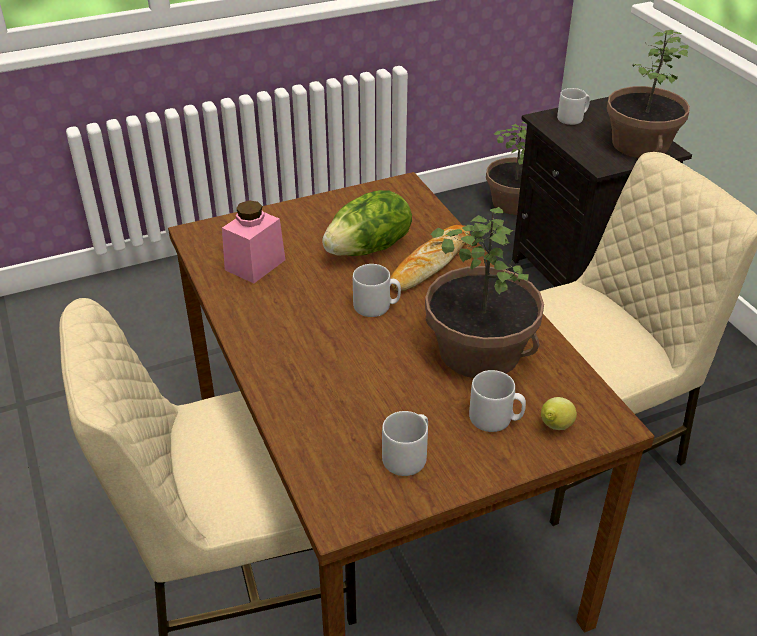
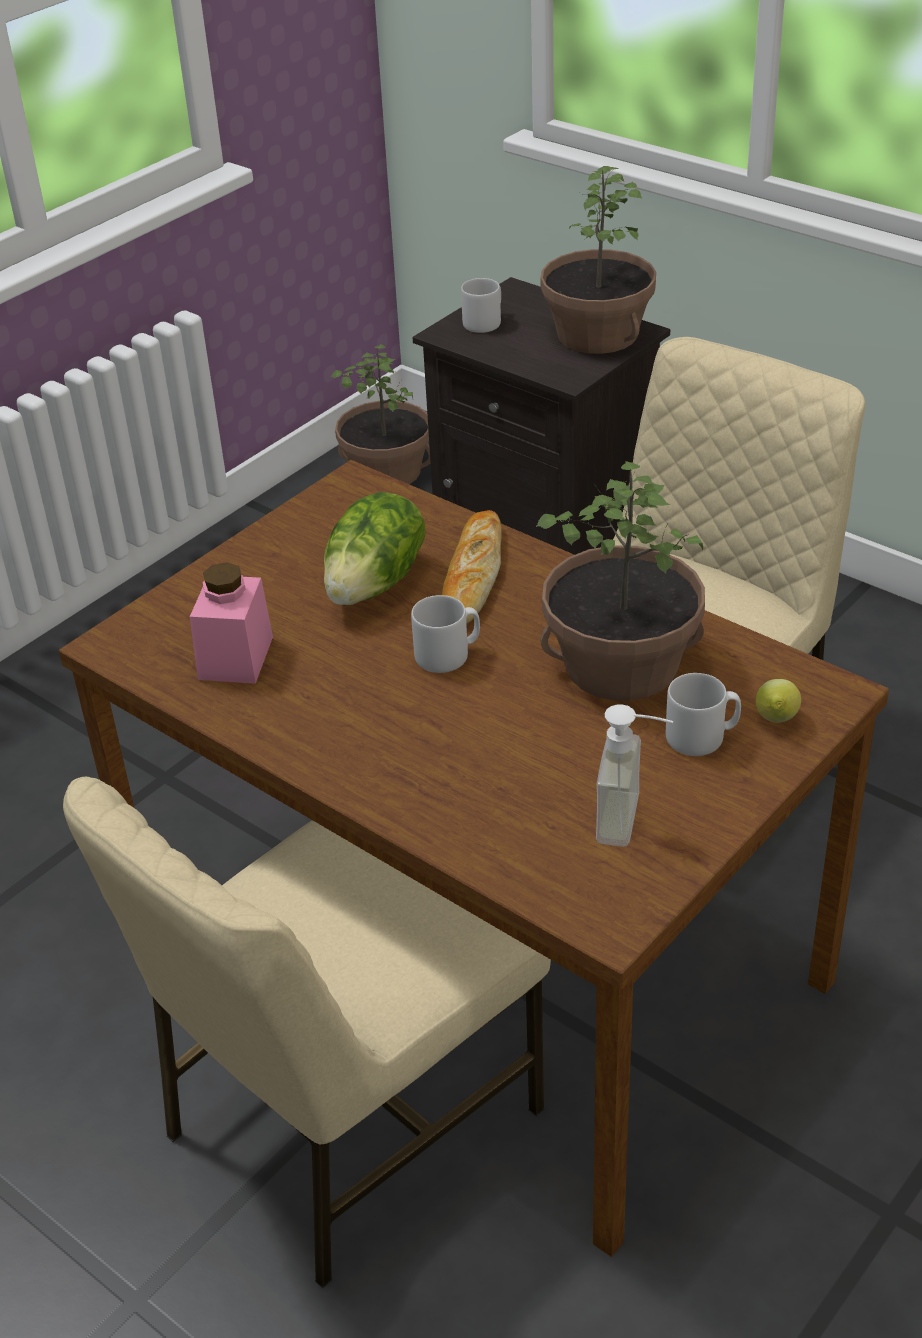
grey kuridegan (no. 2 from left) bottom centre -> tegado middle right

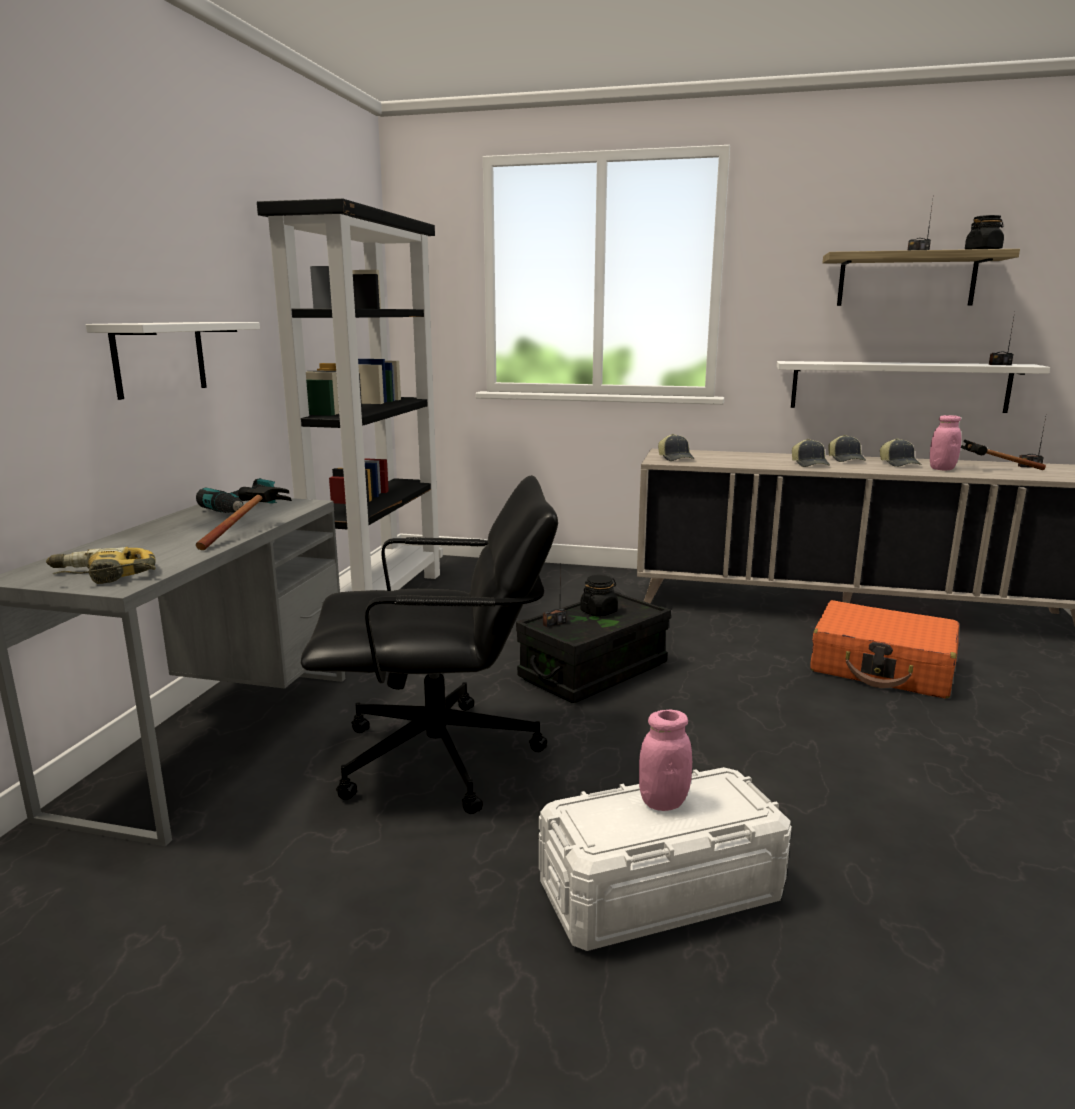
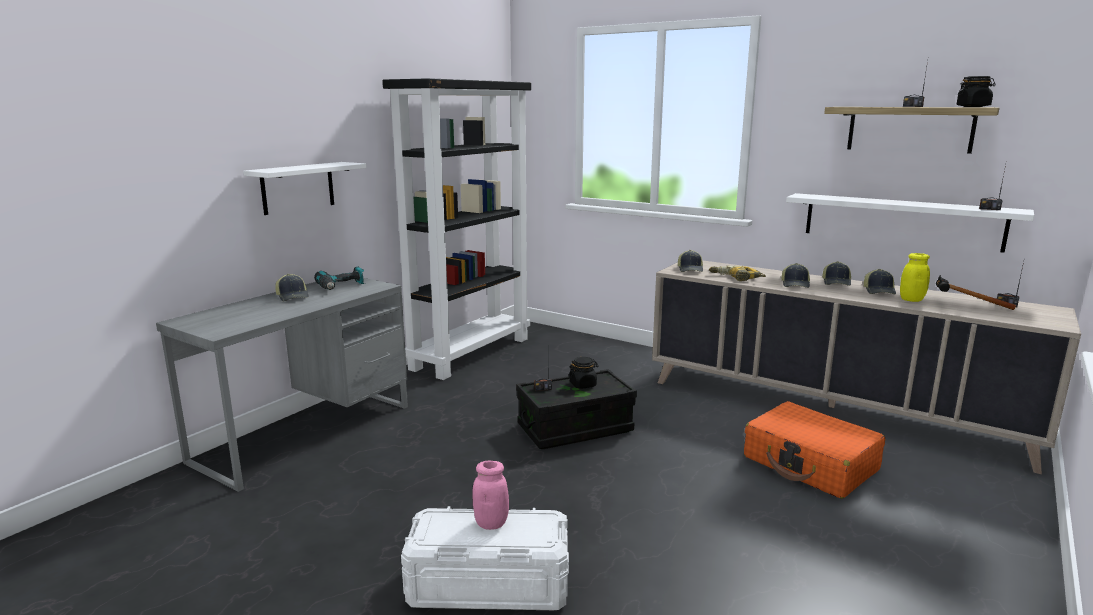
none -> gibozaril (no. 1 from left) middle left
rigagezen (no. 1 from left in the first image) middle left -> rigagezen (no. 2 from left) middle right, relocated
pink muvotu (no. 2 from left) middle right -> yellow muvotu middle right
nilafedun (no. 1 from left) middle left -> none
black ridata centre -> none

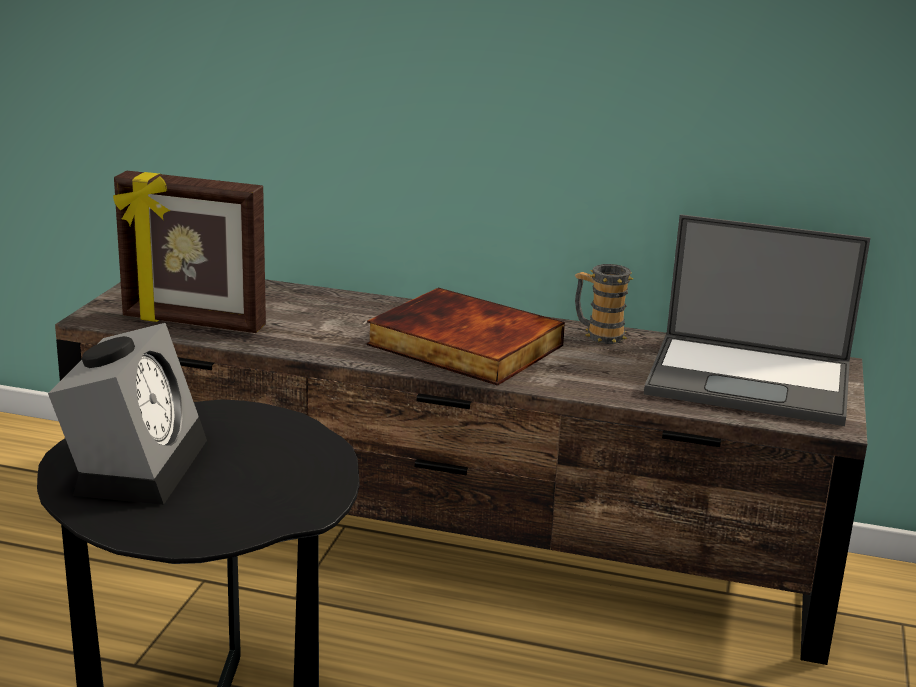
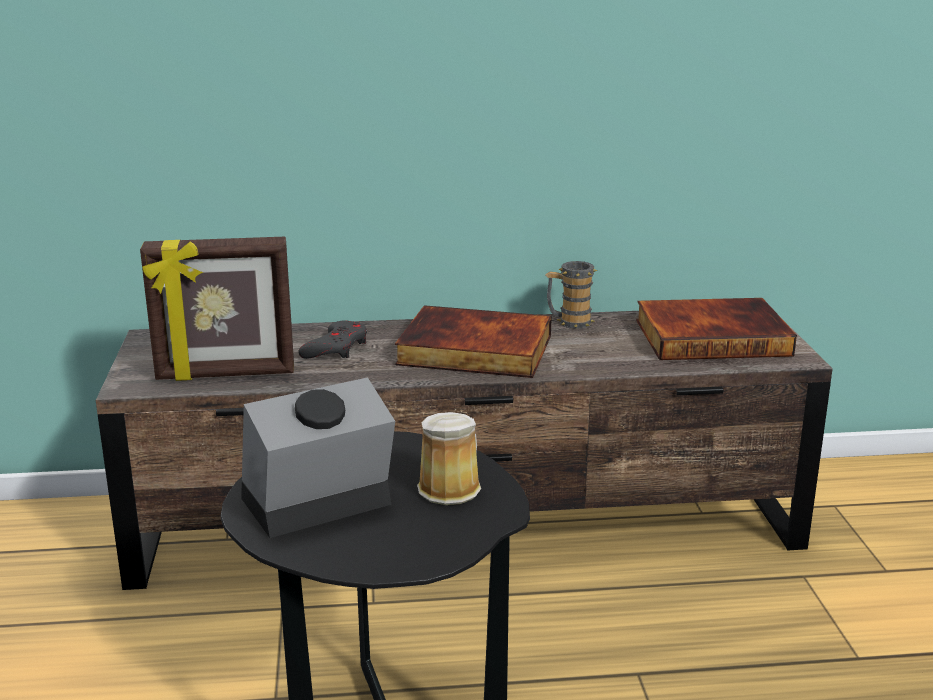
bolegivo middle left -> bolegivo centre, 105 degrees counterclockwise
none -> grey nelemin centre
none -> kuridegan (no. 1 from left) centre
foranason middle right -> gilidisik (no. 2 from left) middle right

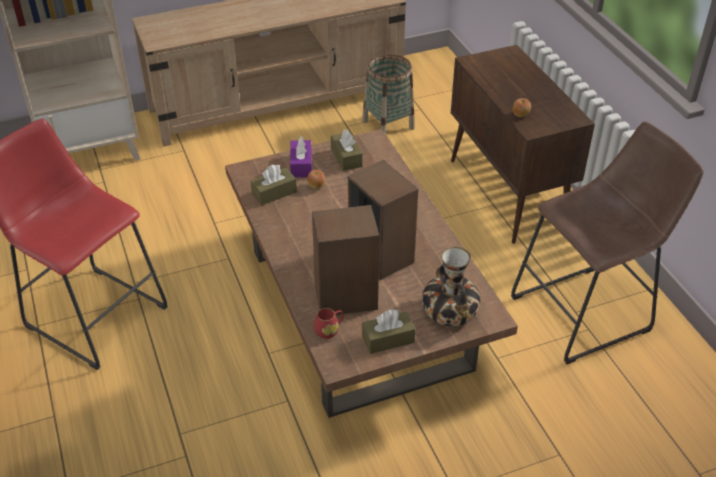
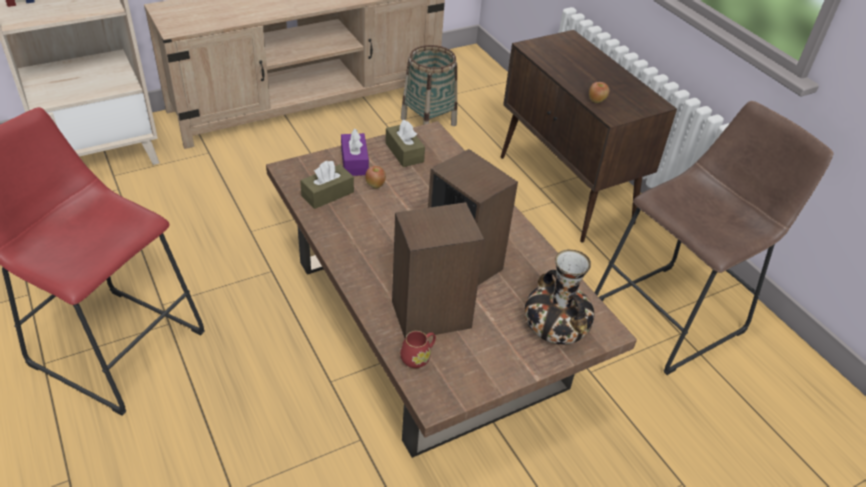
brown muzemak (no. 3 from left) bottom centre -> none

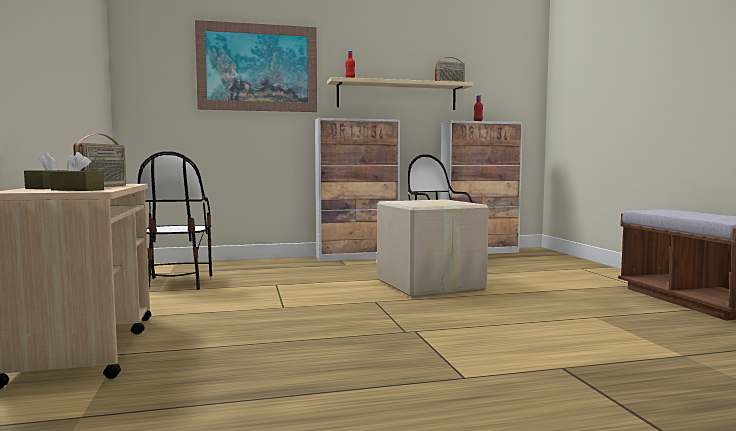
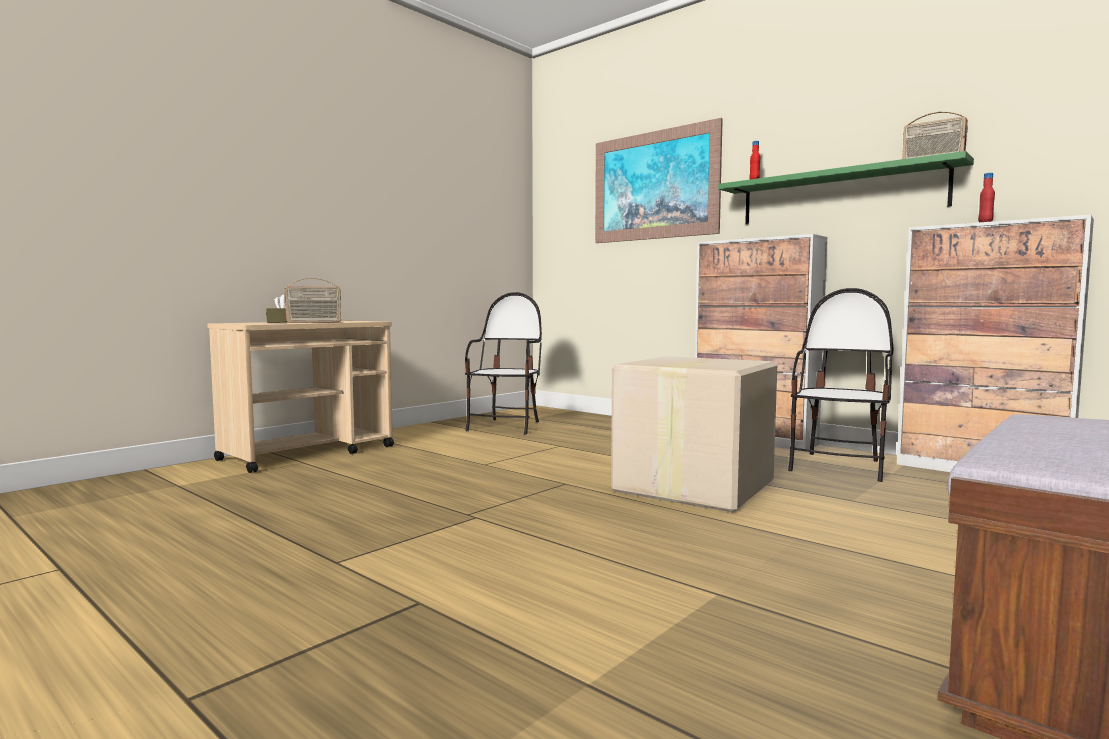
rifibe (no. 1 from left) middle left -> rifibe (no. 1 from left) centre, 150 degrees clockwise
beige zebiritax top centre -> green zebiritax top right
brown muzemak (no. 2 from left) middle left -> none

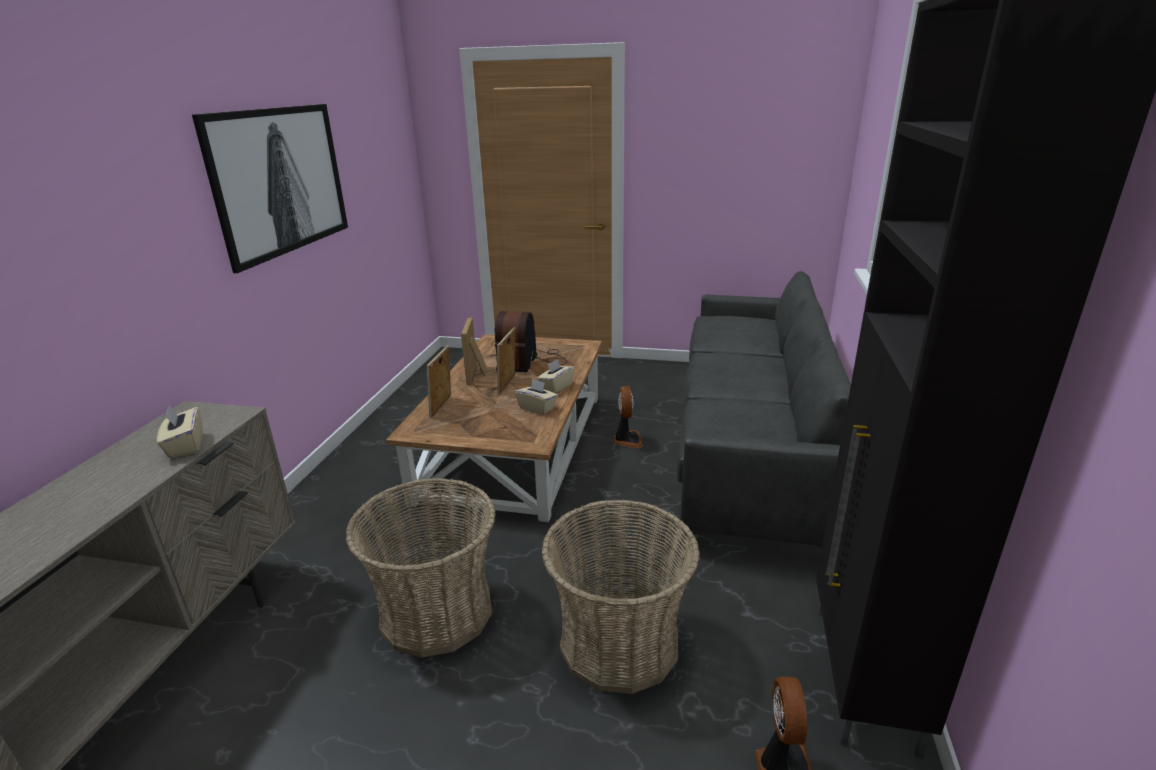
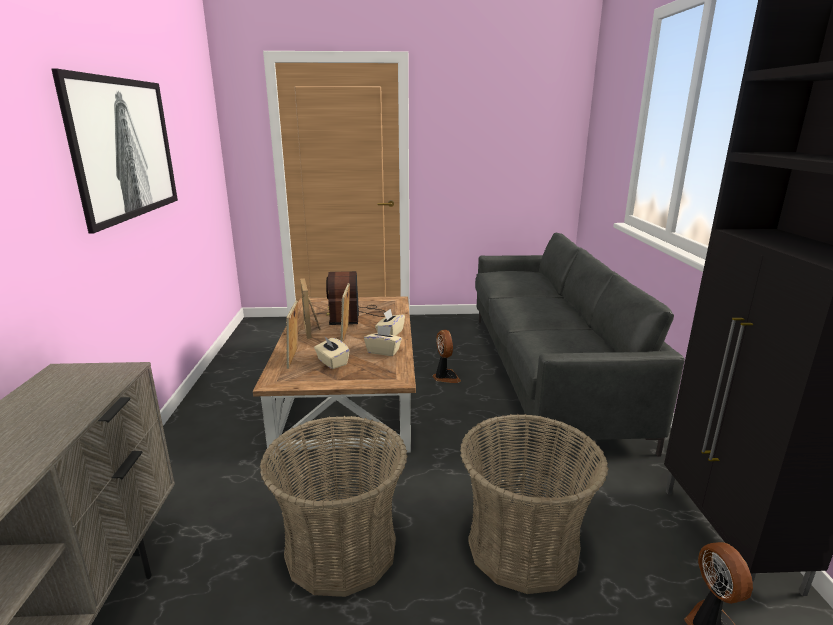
beige muzemak (no. 1 from left) middle left -> beige muzemak (no. 1 from left) centre, relocated

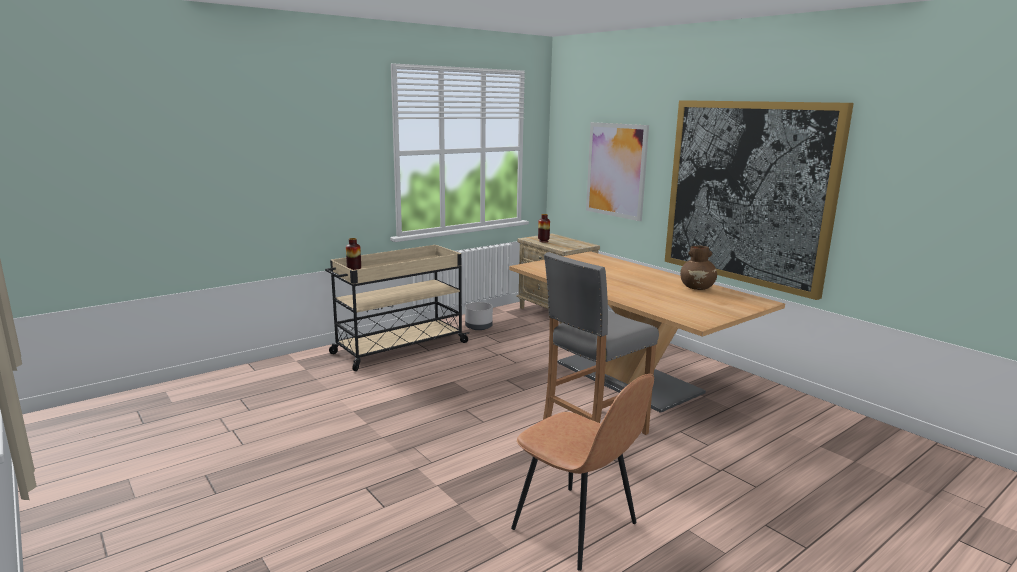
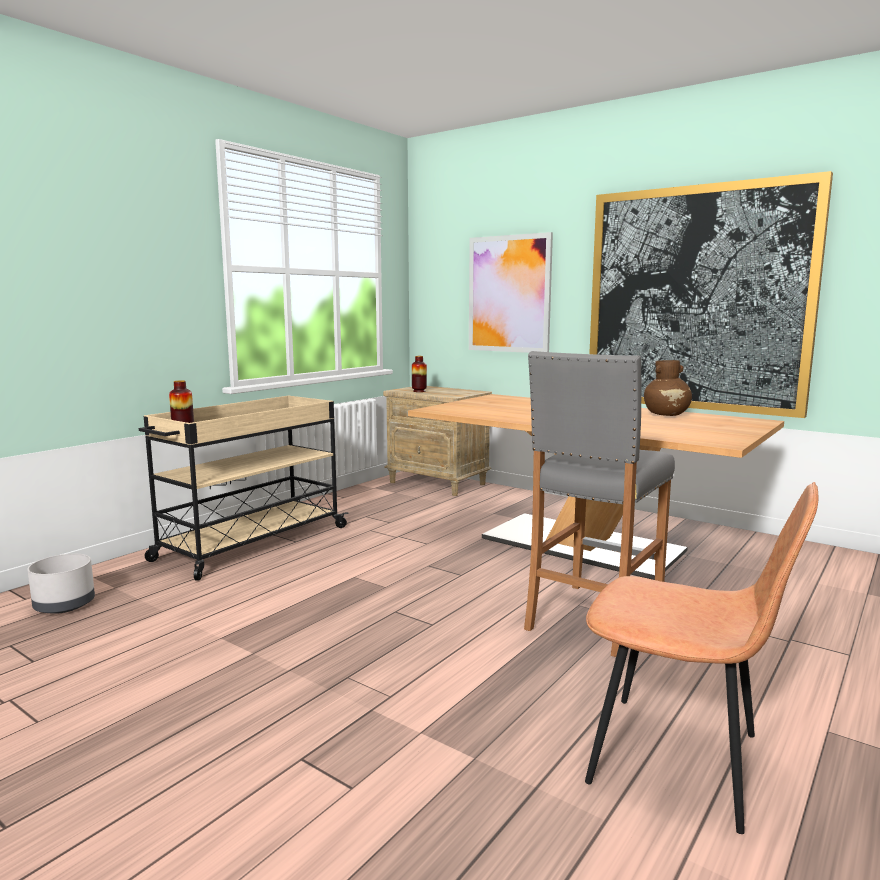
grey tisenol centre -> grey tisenol middle left, relocated

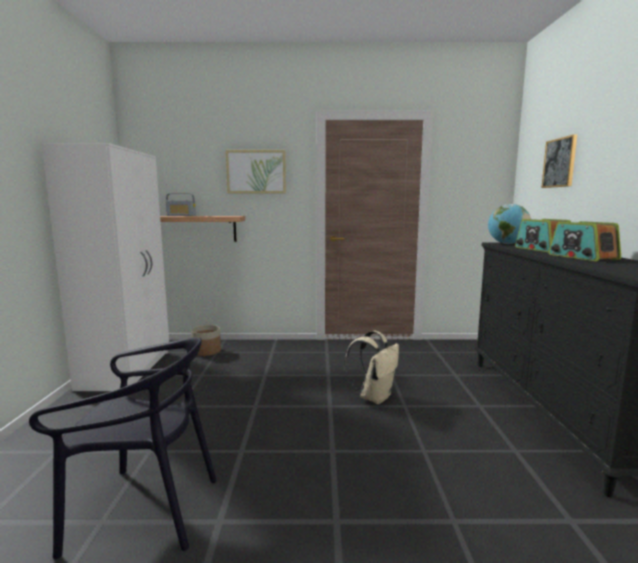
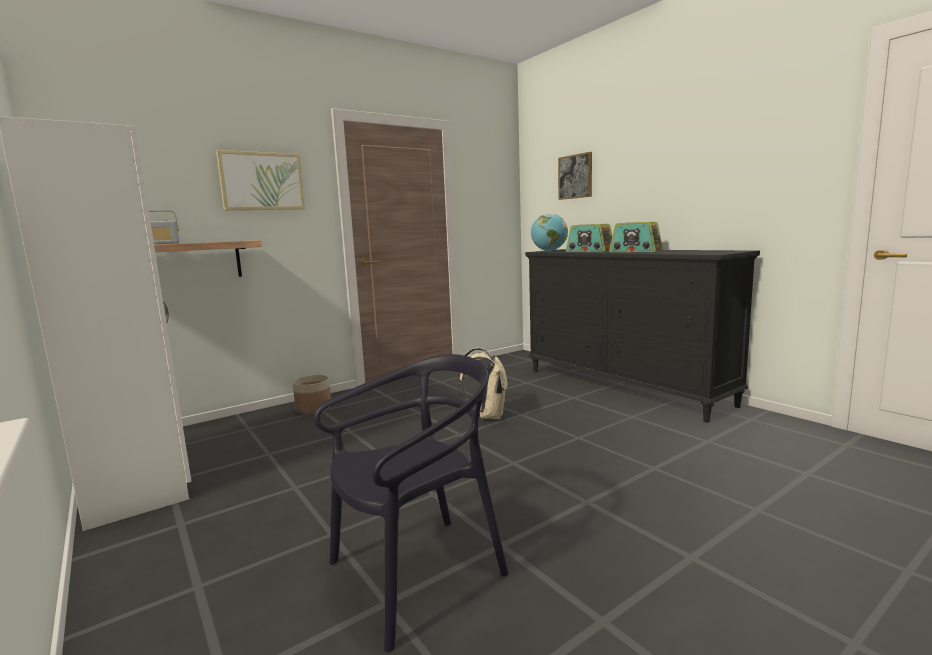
tisenol middle left -> tisenol centre, relocated

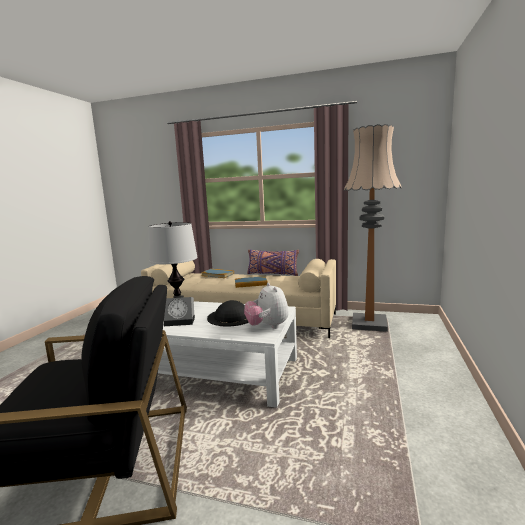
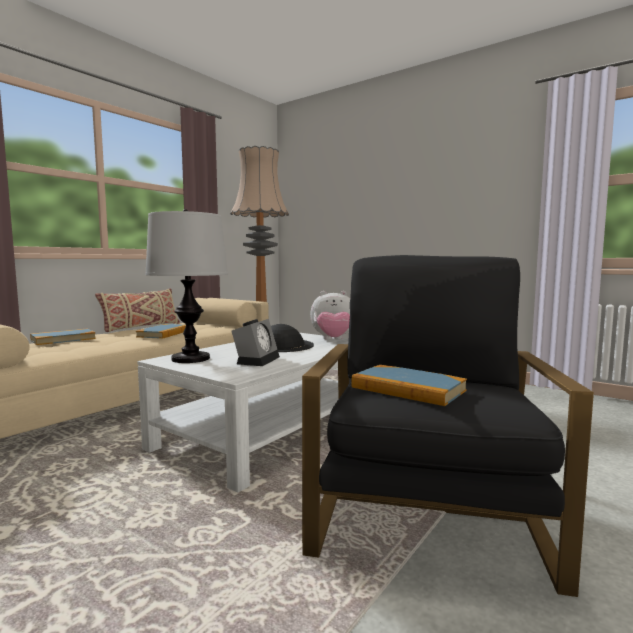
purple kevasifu centre -> beige kevasifu middle left
none -> gilidisik (no. 3 from left) centre

